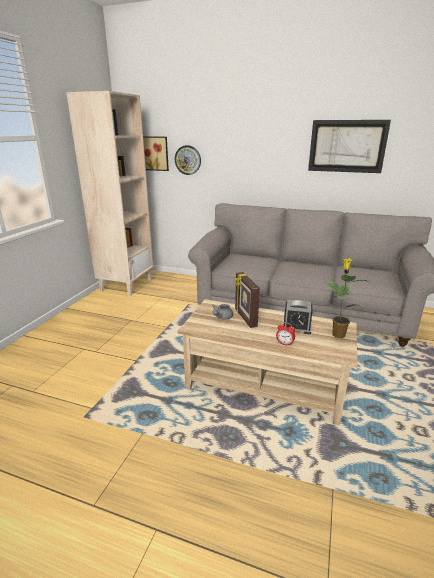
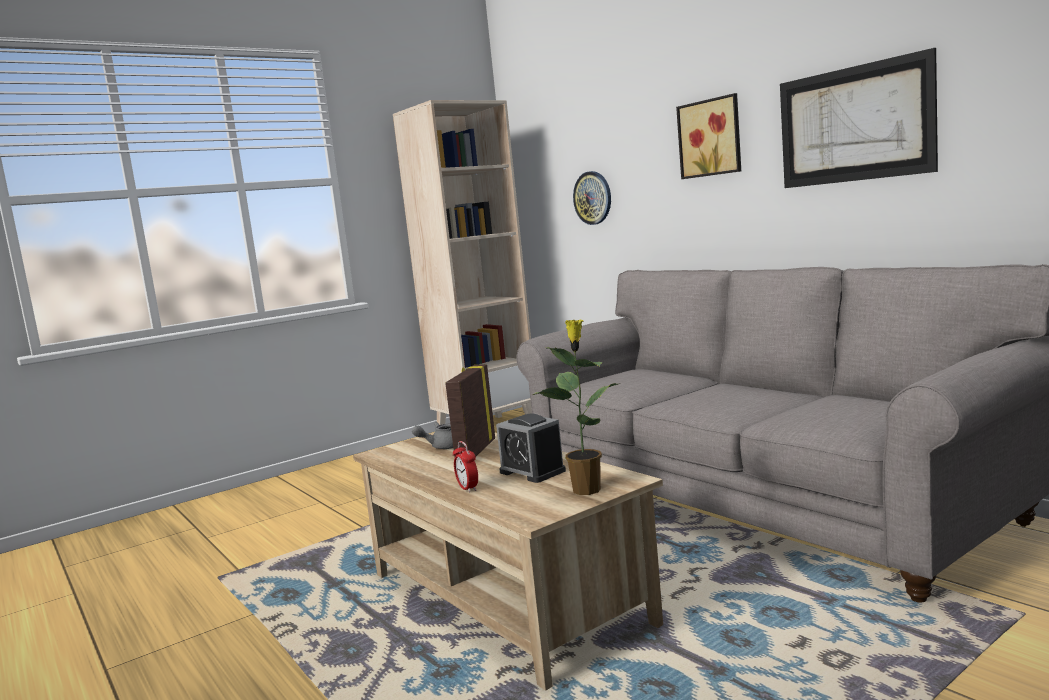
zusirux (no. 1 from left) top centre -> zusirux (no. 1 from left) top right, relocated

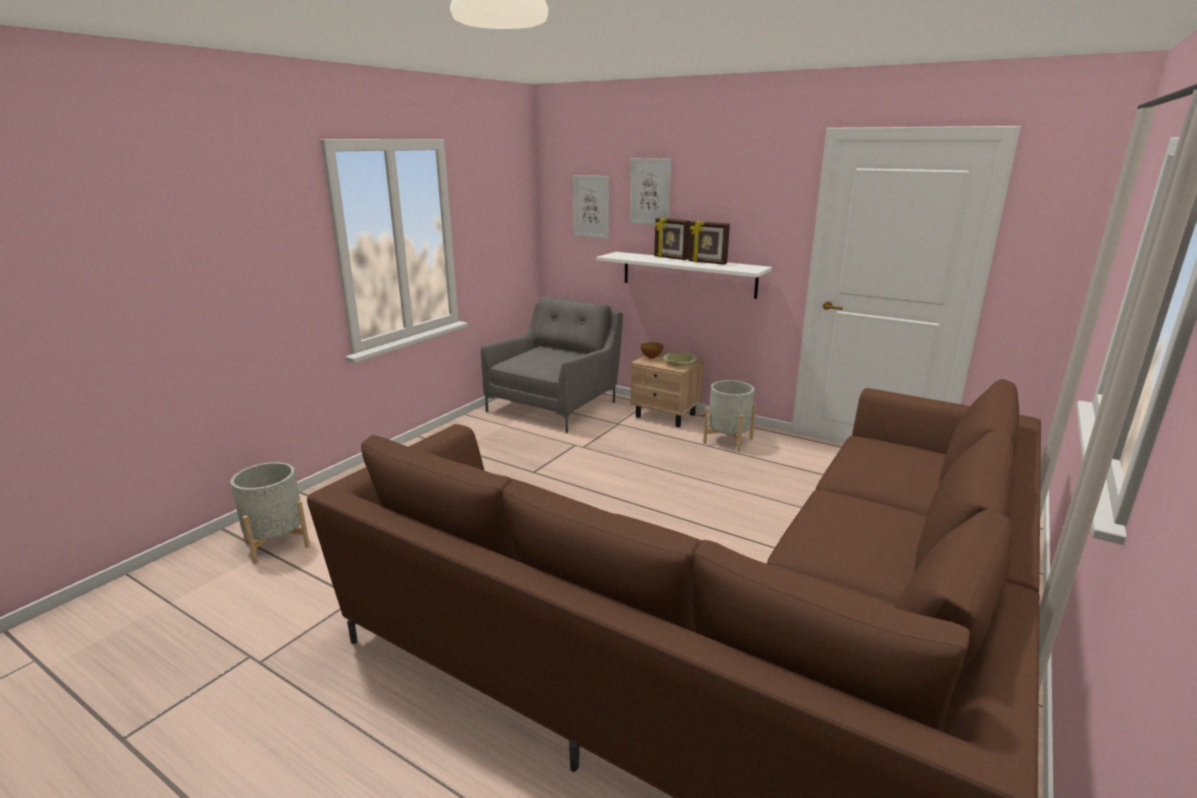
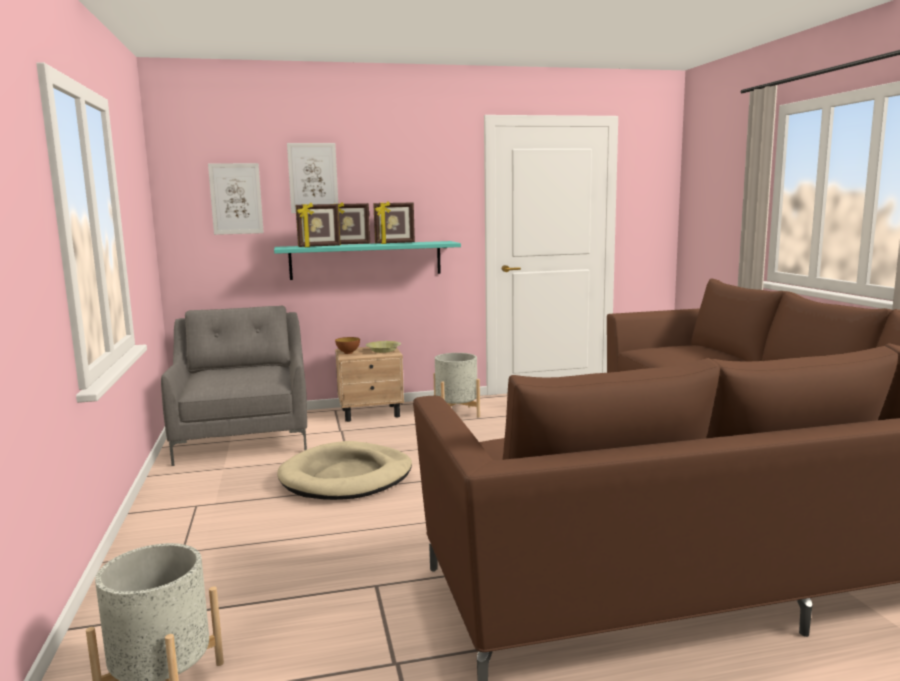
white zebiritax centre -> turquoise zebiritax centre
none -> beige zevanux bottom centre
none -> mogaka (no. 1 from left) top centre

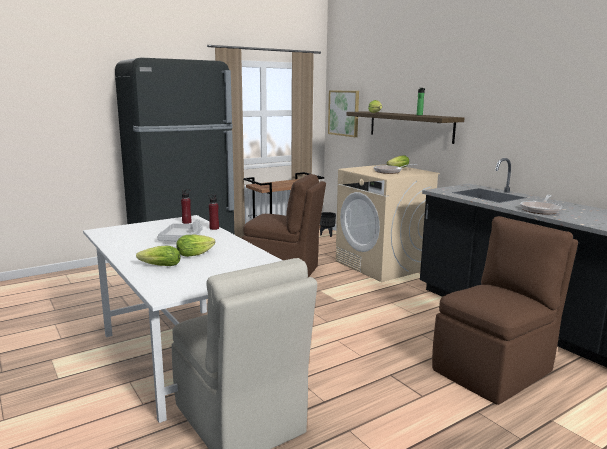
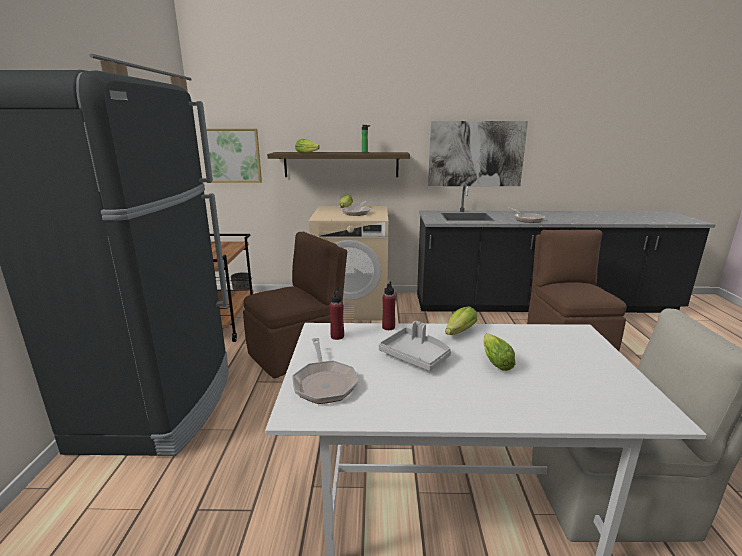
none -> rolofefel (no. 1 from left) bottom centre
none -> zusirux (no. 2 from left) top centre
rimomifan (no. 1 from left in the first image) middle left -> rimomifan (no. 3 from left) centre, relocated

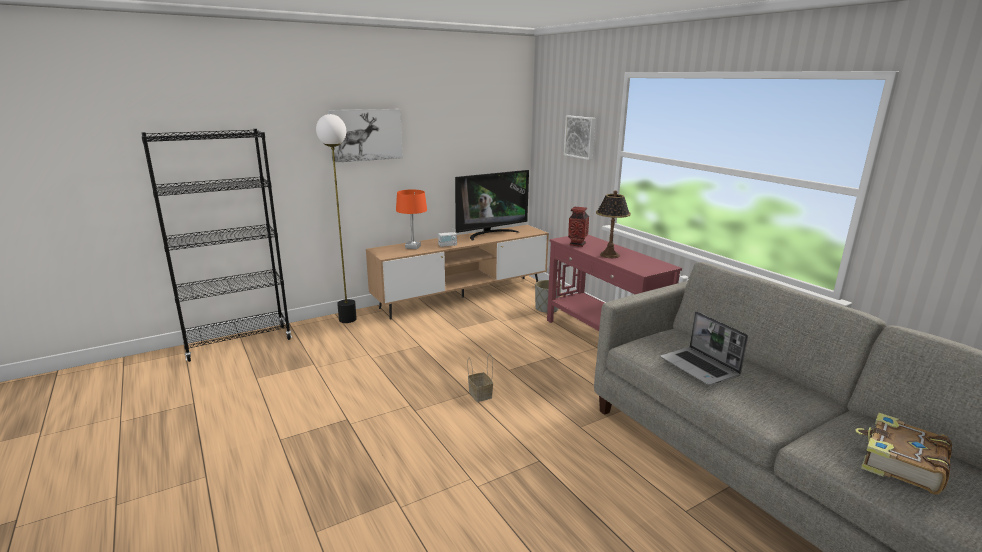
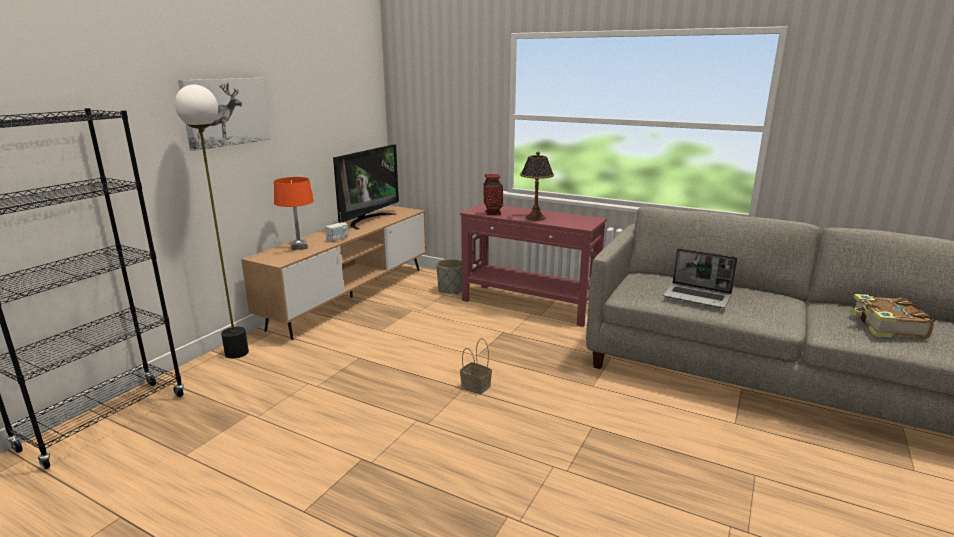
zusirux (no. 2 from left) top centre -> none

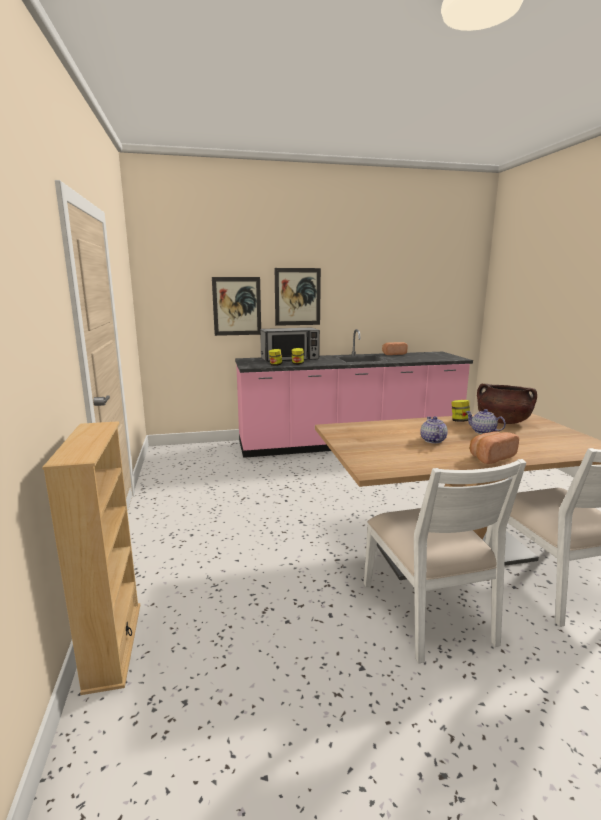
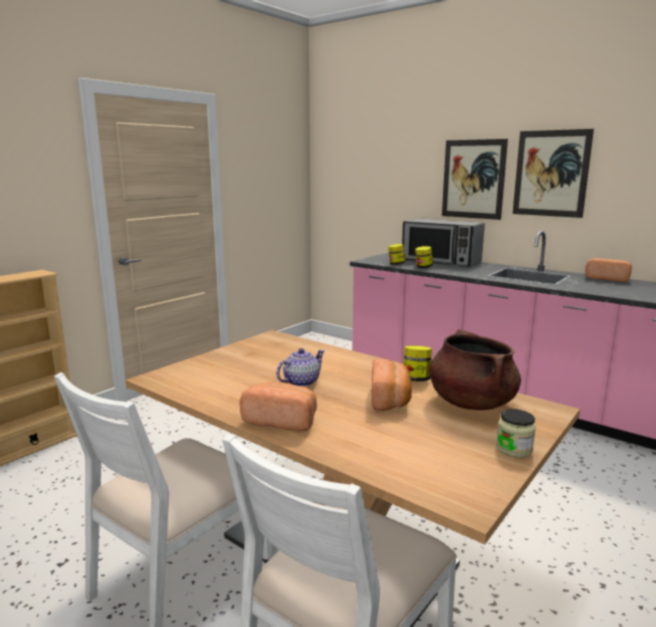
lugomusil (no. 2 from left) middle right -> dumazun (no. 2 from left) centre
none -> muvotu (no. 4 from left) bottom right
zusirux (no. 1 from left in the first image) centre -> zusirux (no. 2 from left) top right, relocated

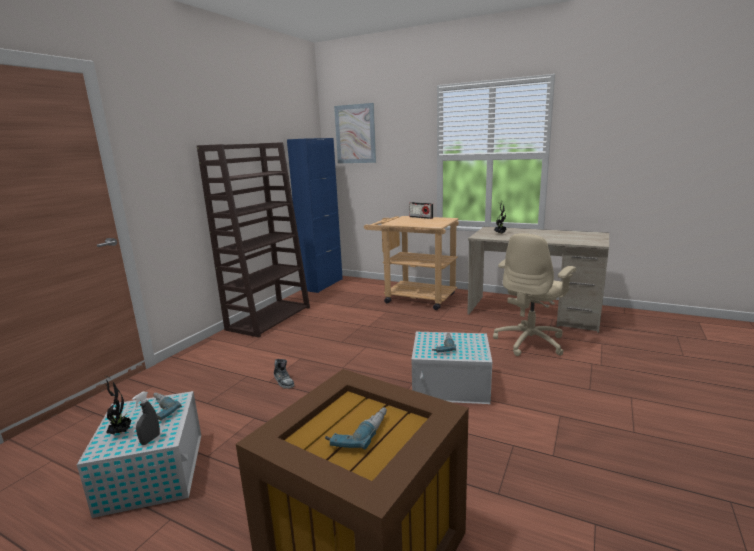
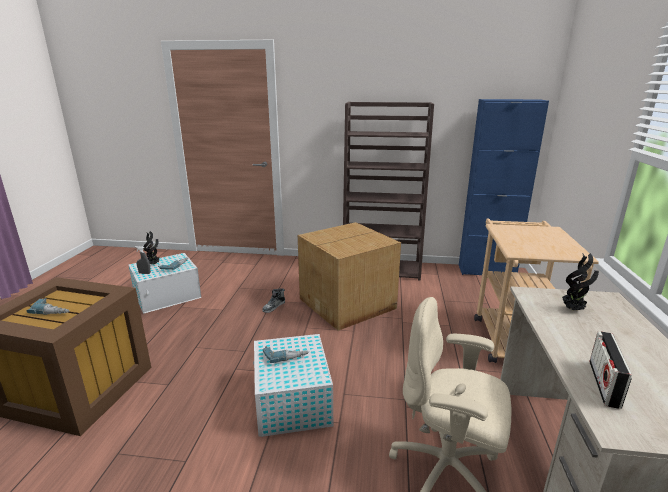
none -> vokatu centre
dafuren centre -> dafuren bottom right, relocated
zusirux top centre -> none

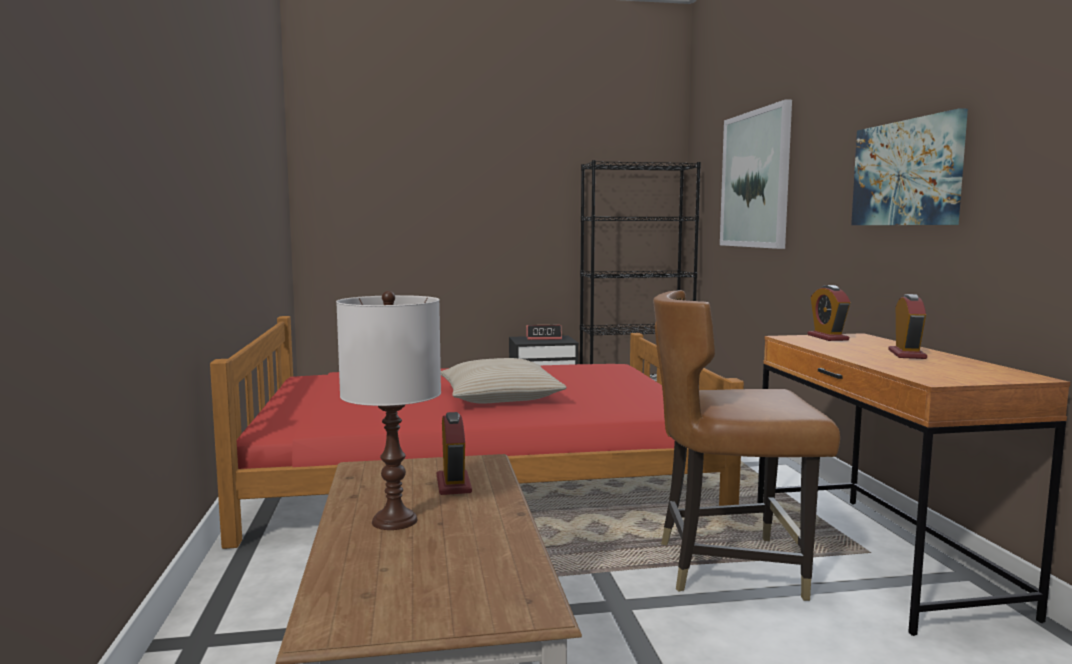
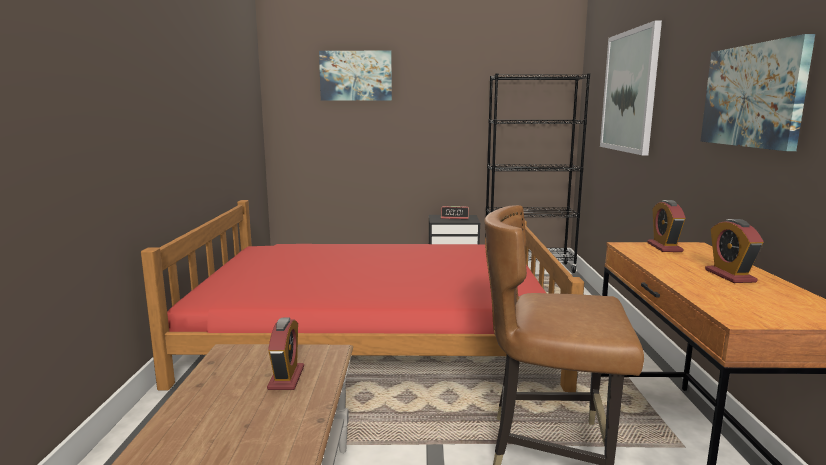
none -> zusirux (no. 1 from left) top centre
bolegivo (no. 4 from left) middle right, 150 degrees clockwise
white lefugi centre -> none
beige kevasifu centre -> none

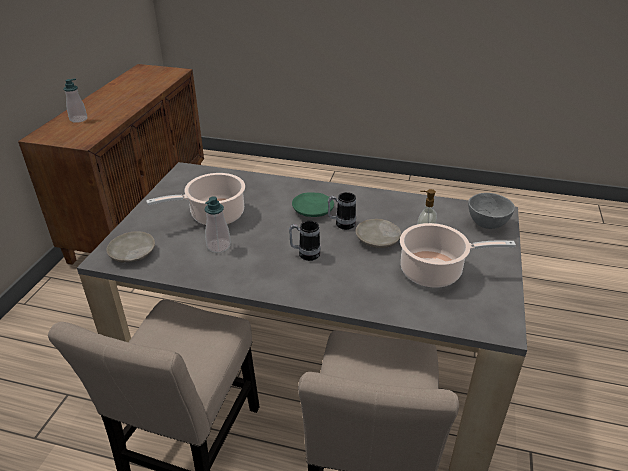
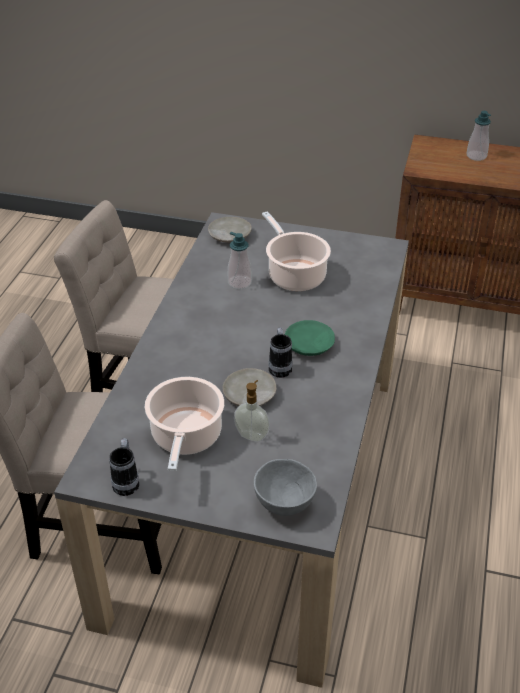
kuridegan (no. 1 from left) centre -> kuridegan (no. 1 from left) bottom left, relocated

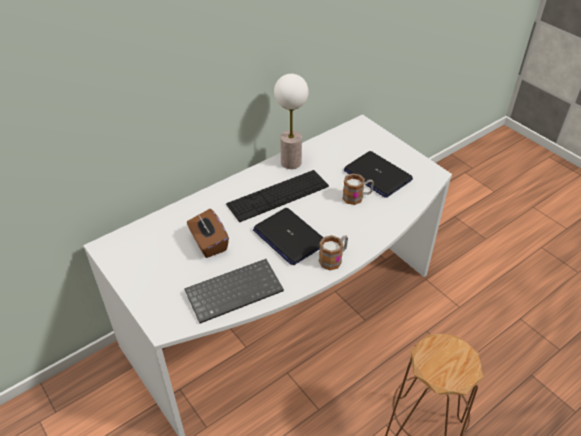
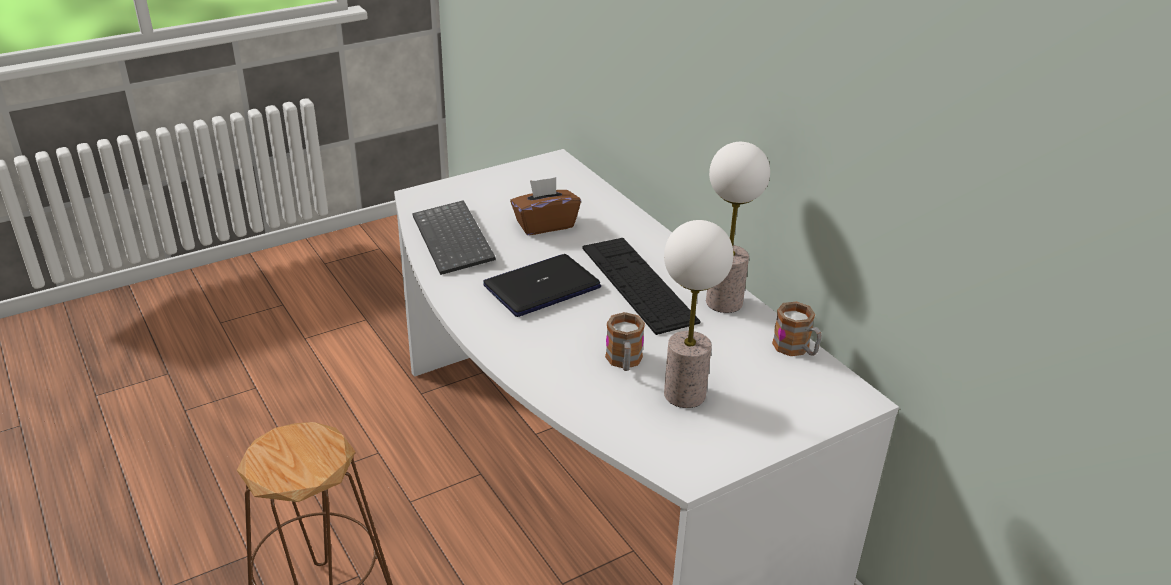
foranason (no. 2 from left) centre -> lefugi (no. 1 from left) centre
kuridegan (no. 1 from left in the first image) centre -> kuridegan (no. 2 from left) middle right, relocated

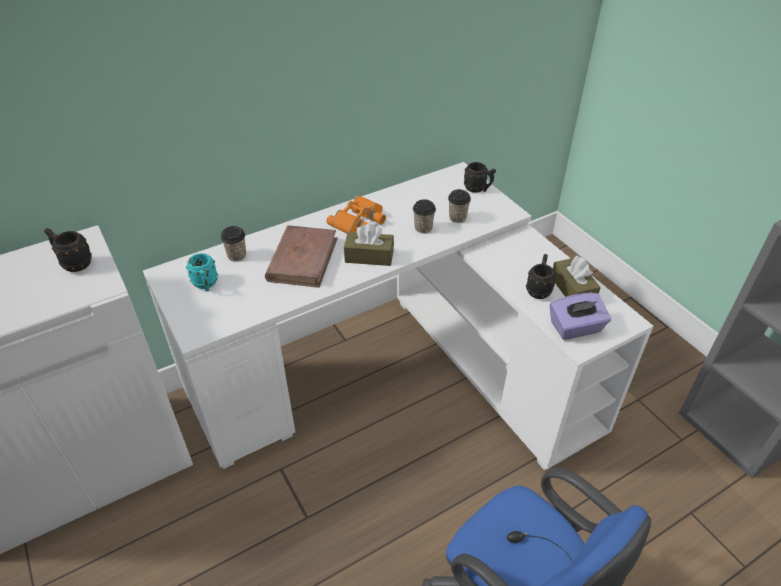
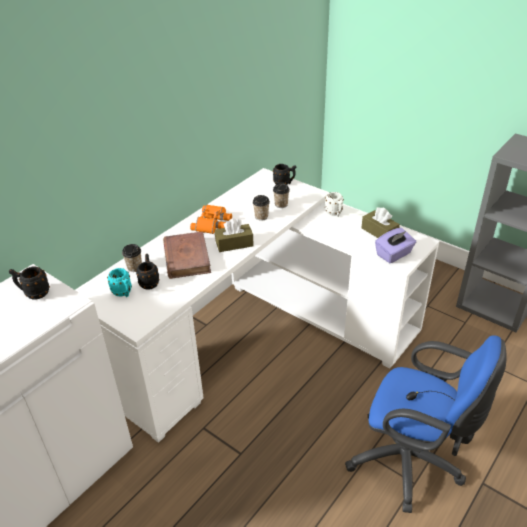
black kuridegan (no. 3 from left in the first image) middle right -> black kuridegan (no. 2 from left) middle left, relocated
none -> white kuridegan centre

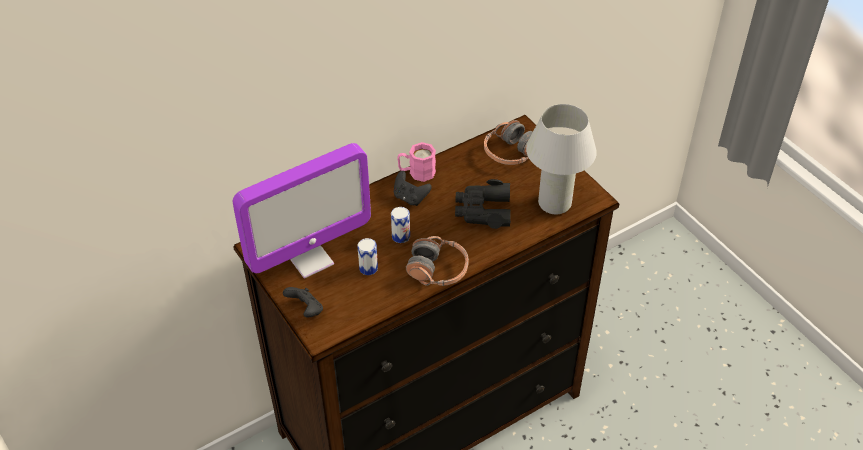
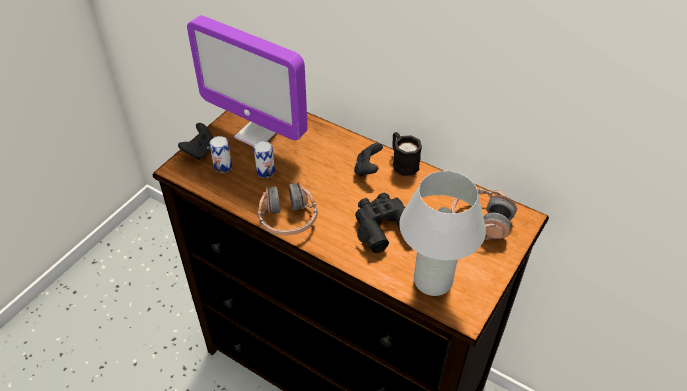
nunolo (no. 2 from left in the first image) centre -> nunolo (no. 1 from left) middle left, relocated
pink kuridegan centre -> black kuridegan centre

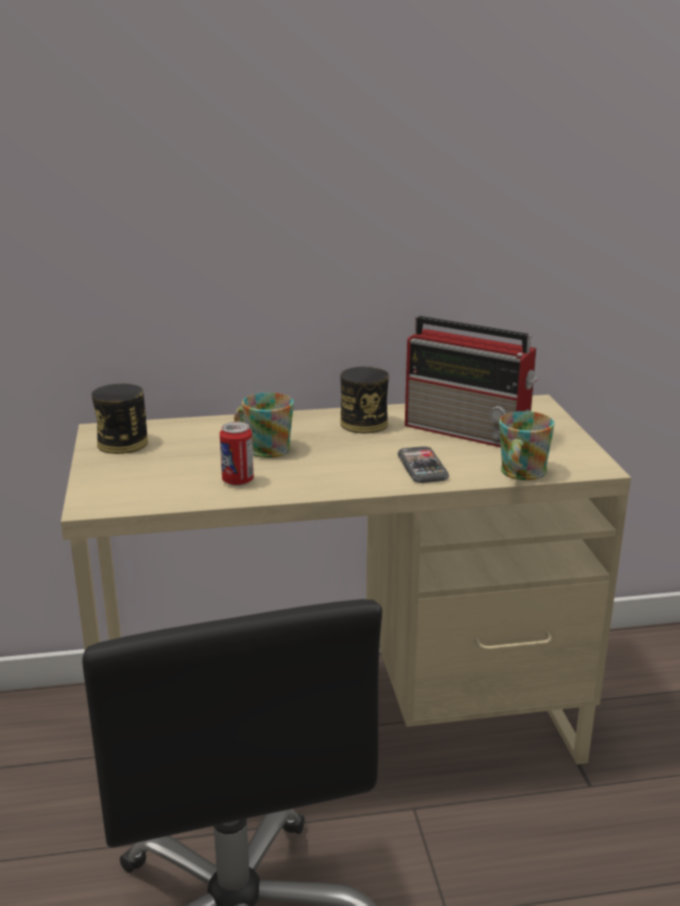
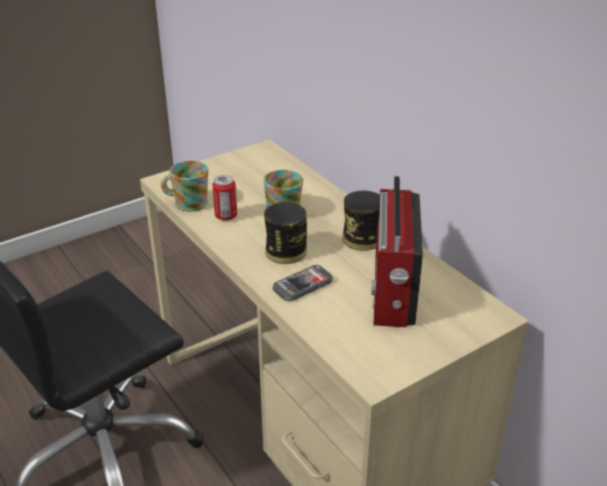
kuridegan (no. 2 from left in the first image) middle right -> kuridegan (no. 1 from left) middle left, relocated
nunolo (no. 1 from left in the first image) middle left -> nunolo (no. 2 from left) centre, relocated

